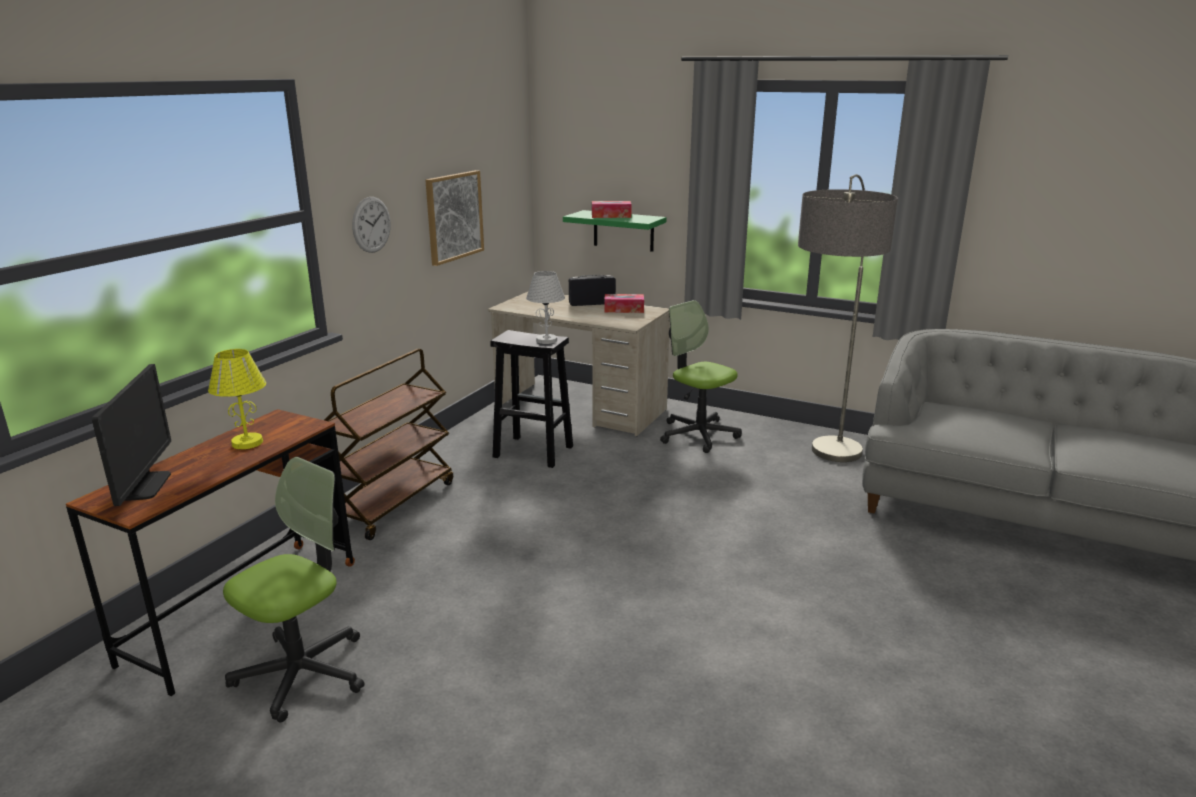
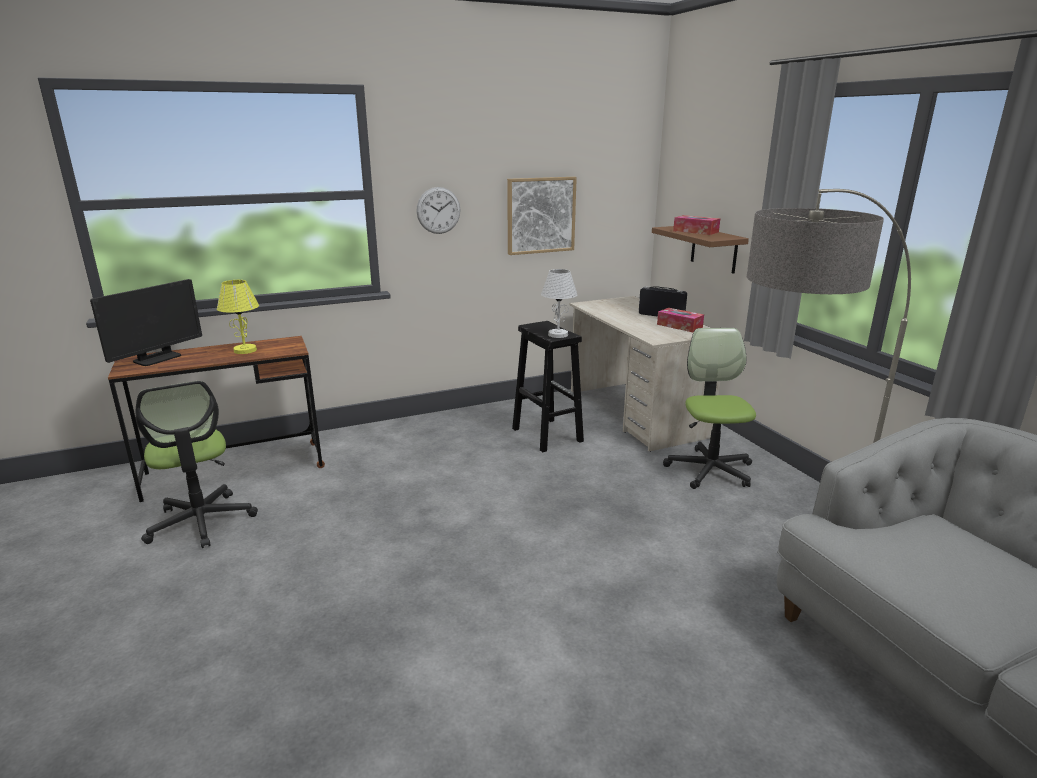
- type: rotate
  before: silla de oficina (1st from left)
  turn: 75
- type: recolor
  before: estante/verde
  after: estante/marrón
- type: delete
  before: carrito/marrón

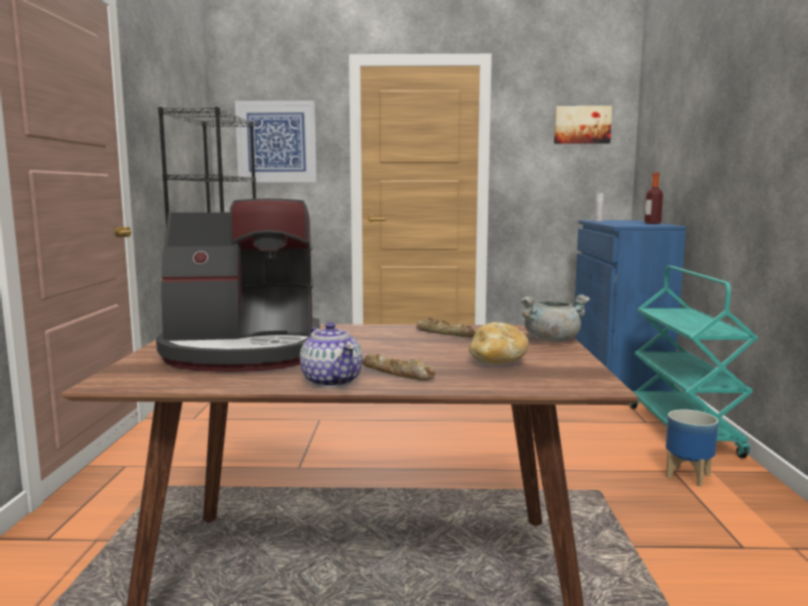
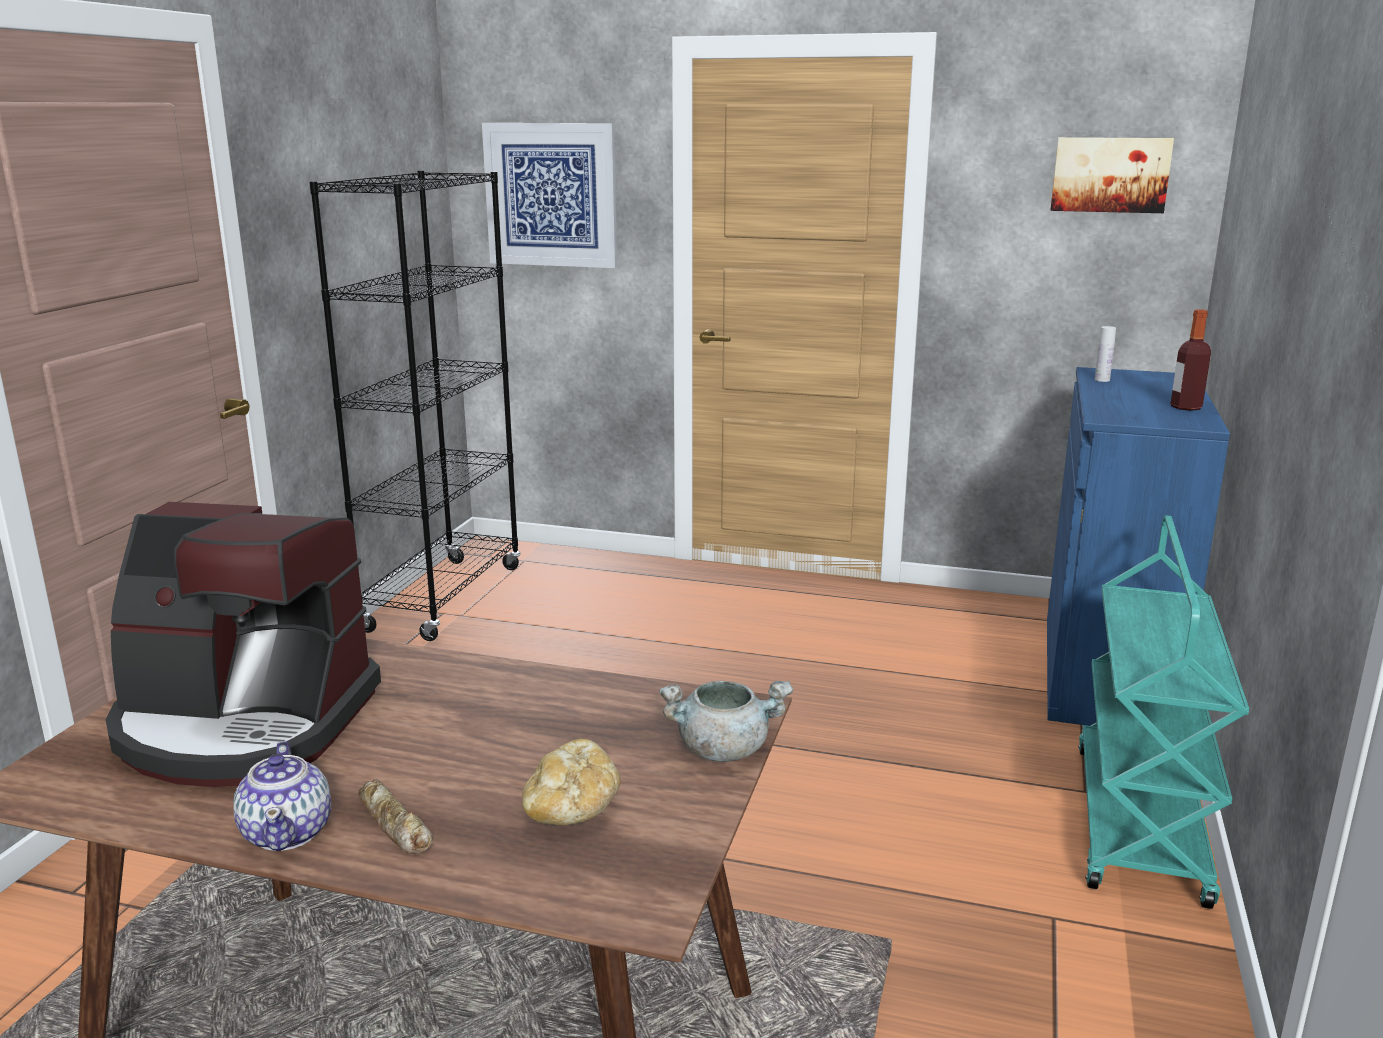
- type: delete
  before: pan (2nd from left)
- type: delete
  before: maceta

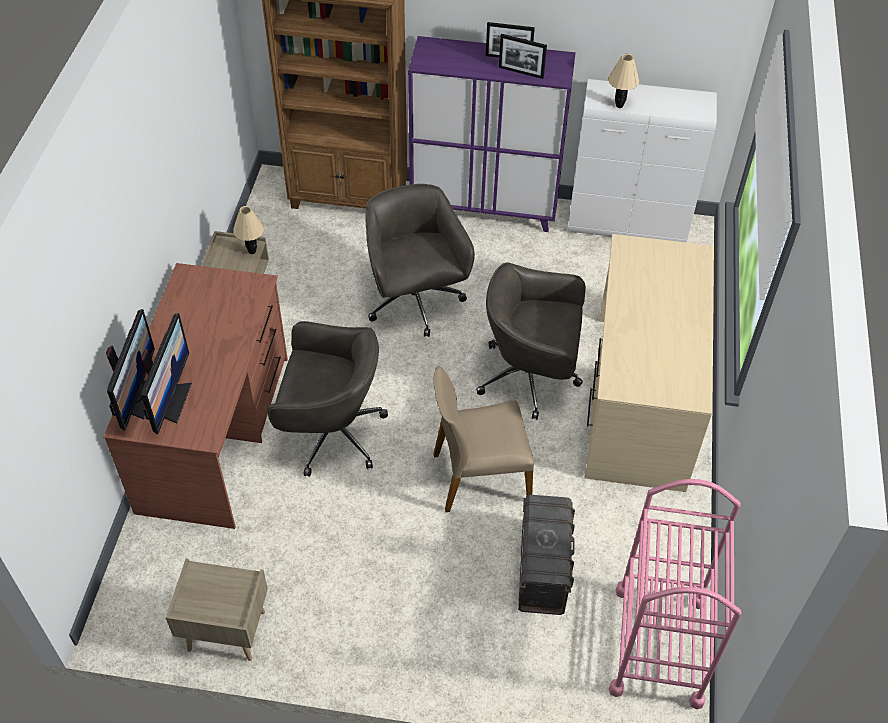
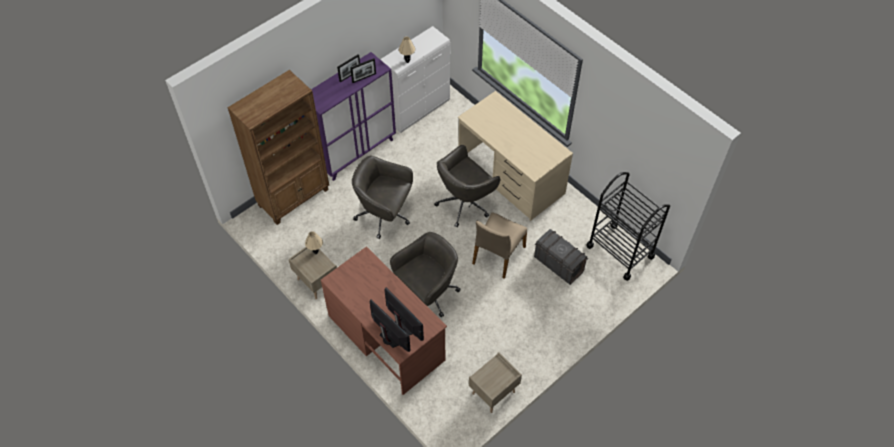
- type: recolor
  before: carrito/rosa
  after: carrito/negro

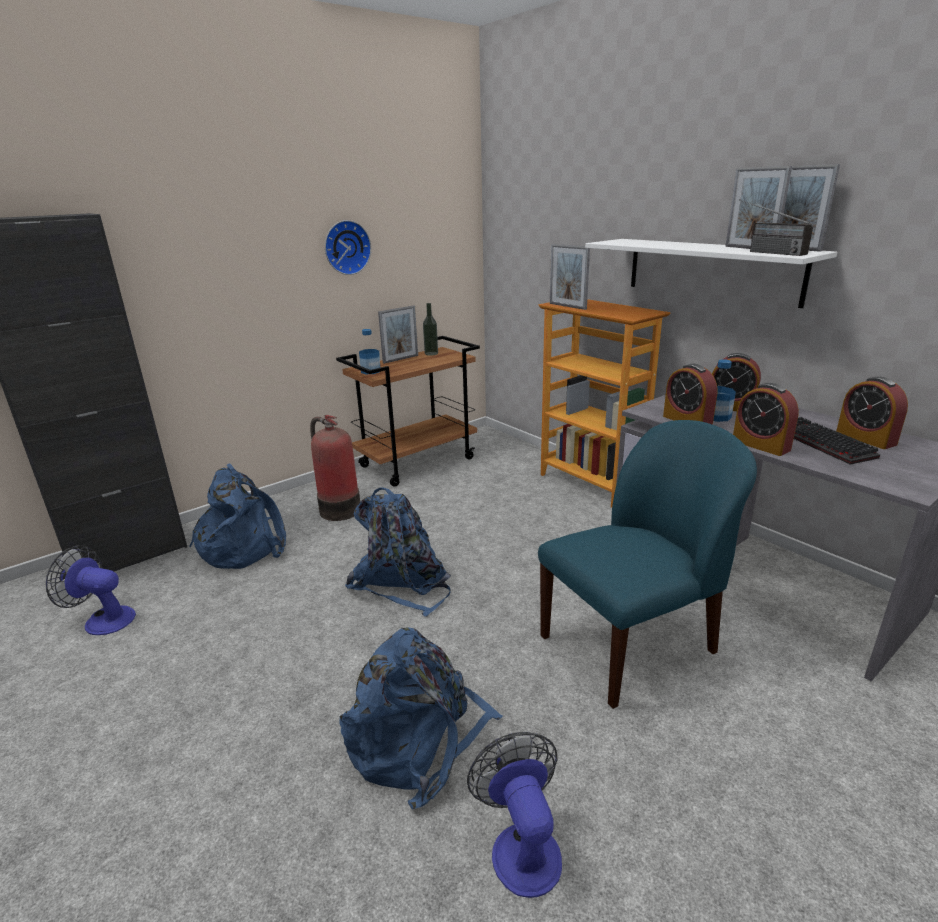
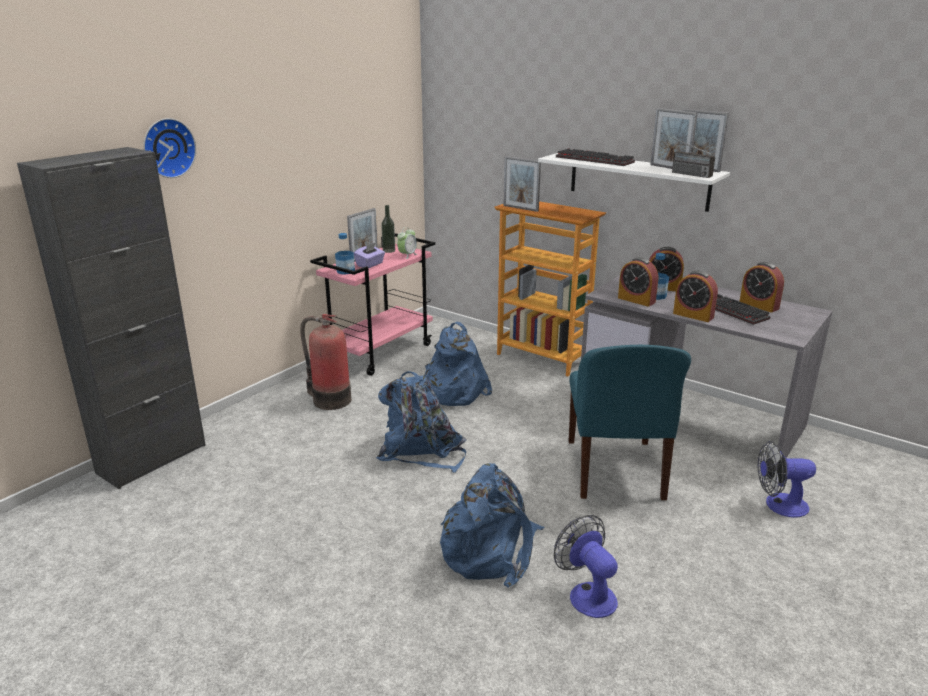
- type: move
  before: reloj de pared
- type: recolor
  before: carrito/marrón
  after: carrito/rosa
- type: insert
  after: caja de pañuelos/morado
- type: insert
  after: despertador (1st from left)
- type: move
  before: mochila/azul (1st from left in the first image)
  after: mochila/azul (2nd from left)
- type: insert
  after: teclado (1st from left)
- type: rotate
  before: silla/azul
  turn: 135
- type: move
  before: ventilador (1st from left in the first image)
  after: ventilador (2nd from left)

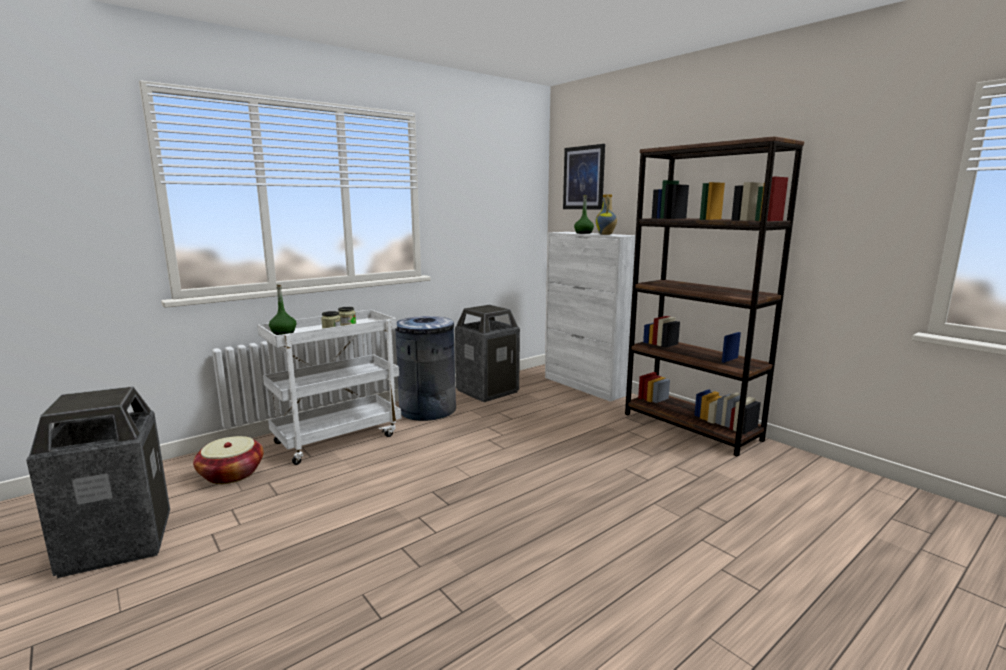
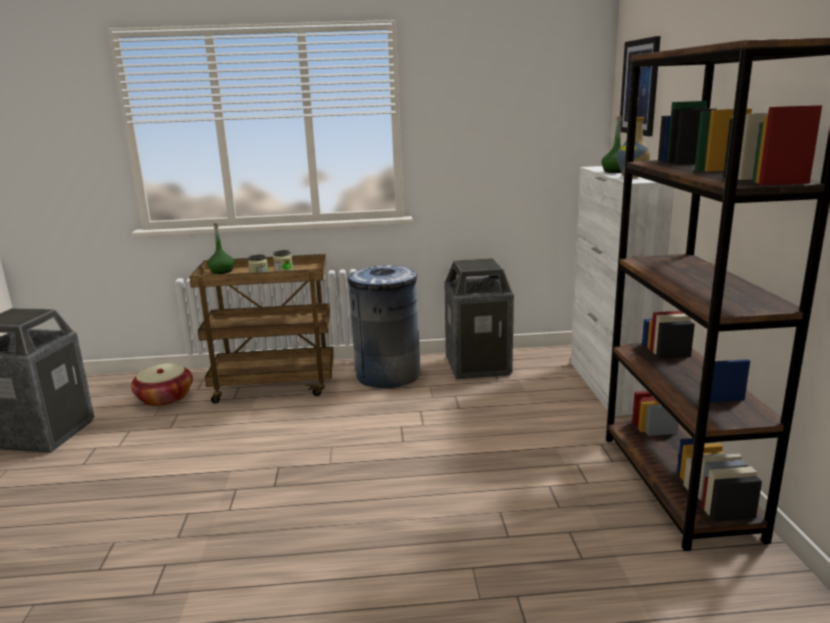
- type: recolor
  before: carrito/blanco
  after: carrito/marrón

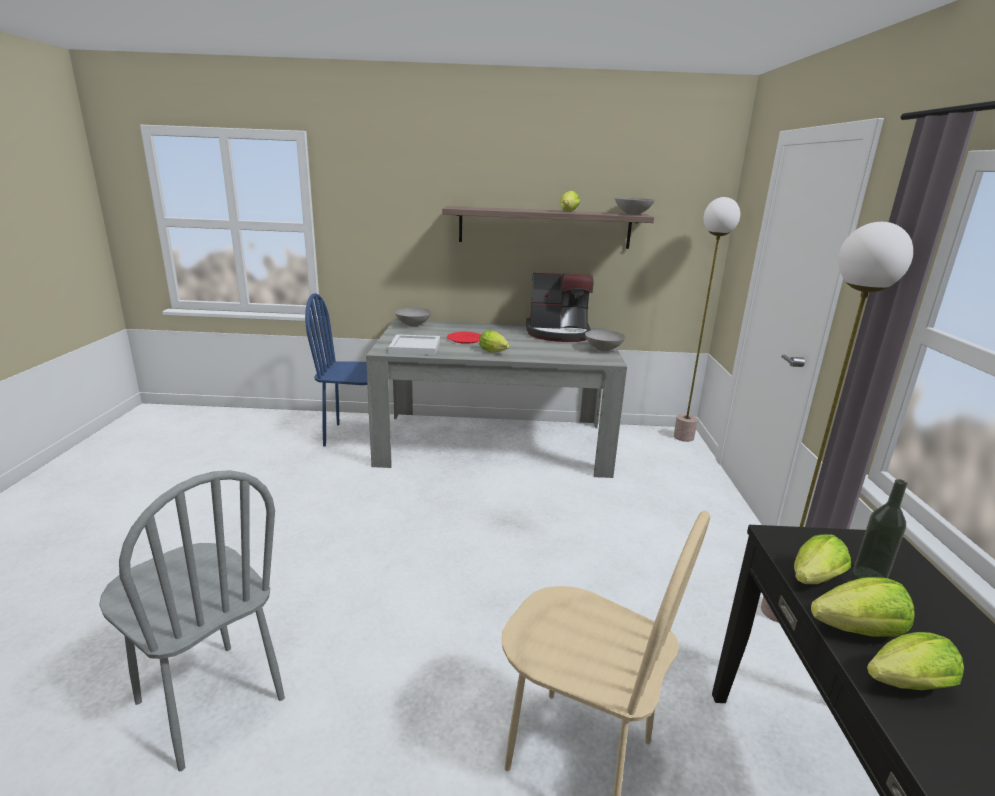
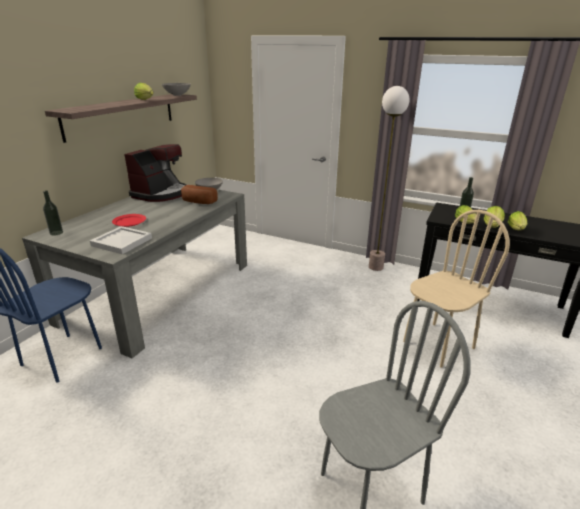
- type: replace
  before: cuenco/gris (1st from left)
  after: botella (1st from left)
- type: insert
  after: pan
- type: delete
  before: lechuga (1st from left)
- type: delete
  before: lámpara de pie (1st from left)

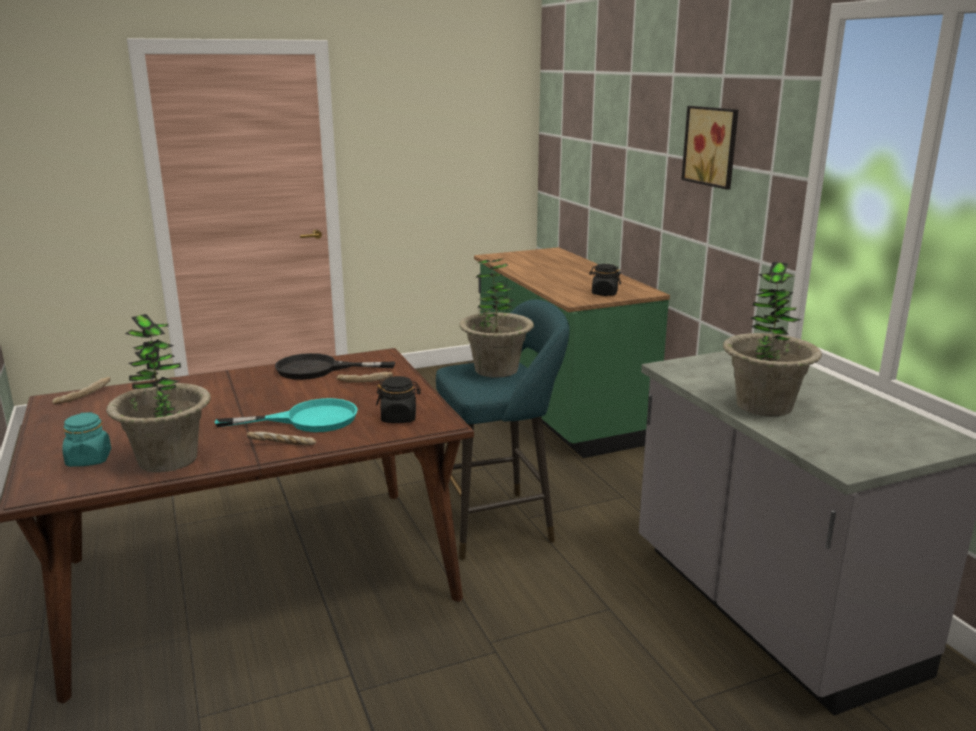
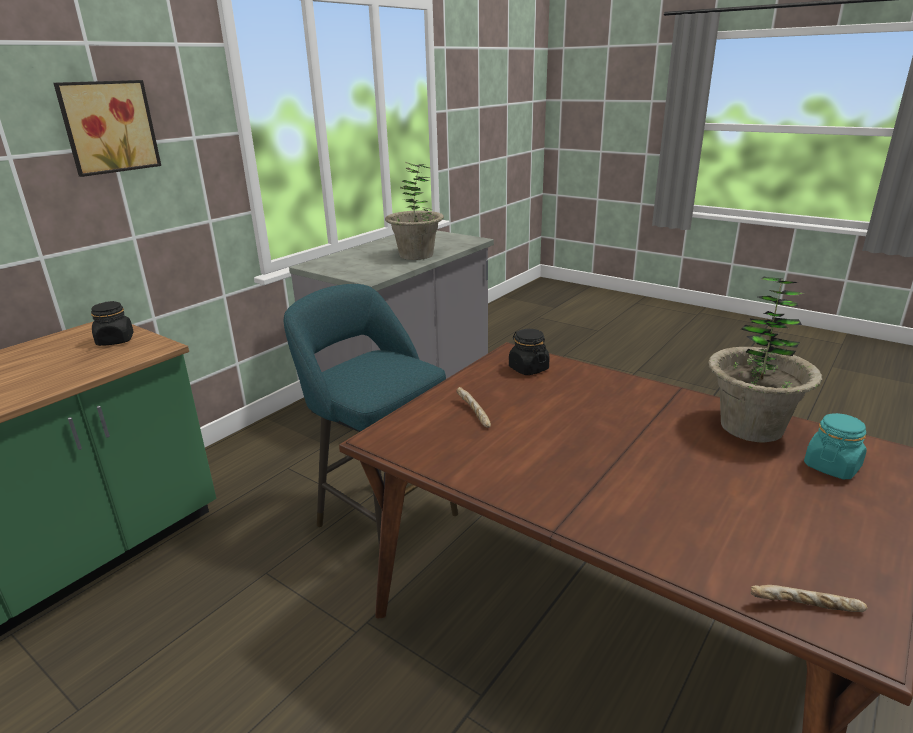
- type: delete
  before: sartén/turquesa
- type: delete
  before: pan (2nd from left)
- type: delete
  before: sartén/negro
- type: delete
  before: planta en maceta (2nd from left)

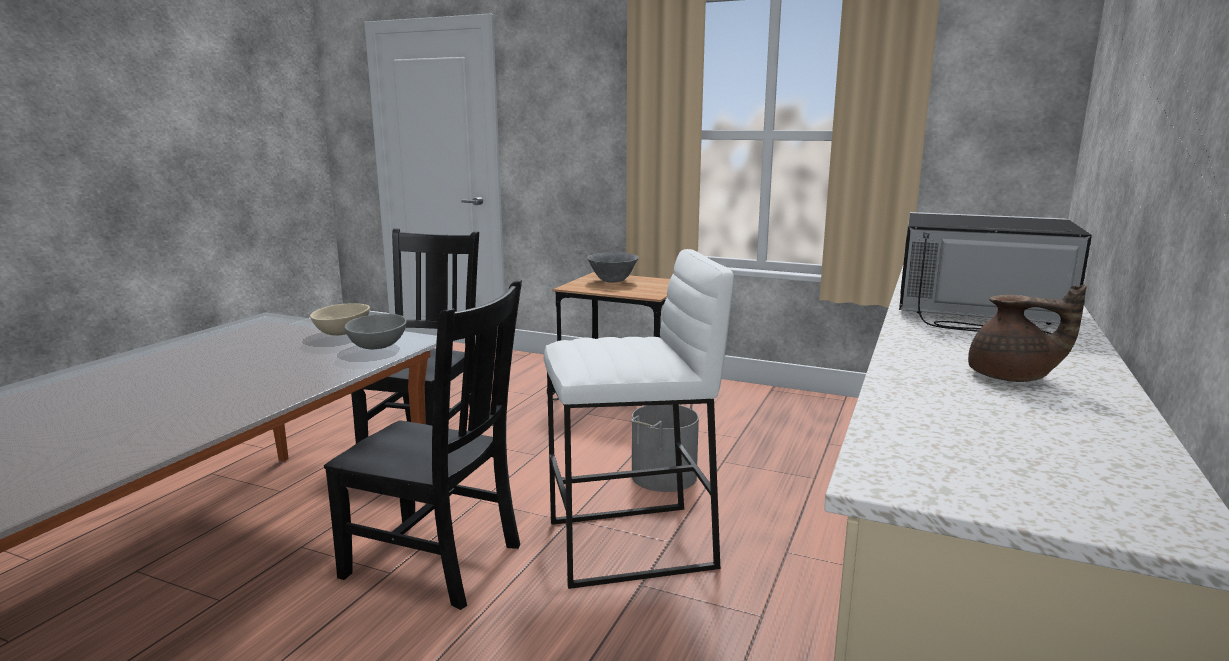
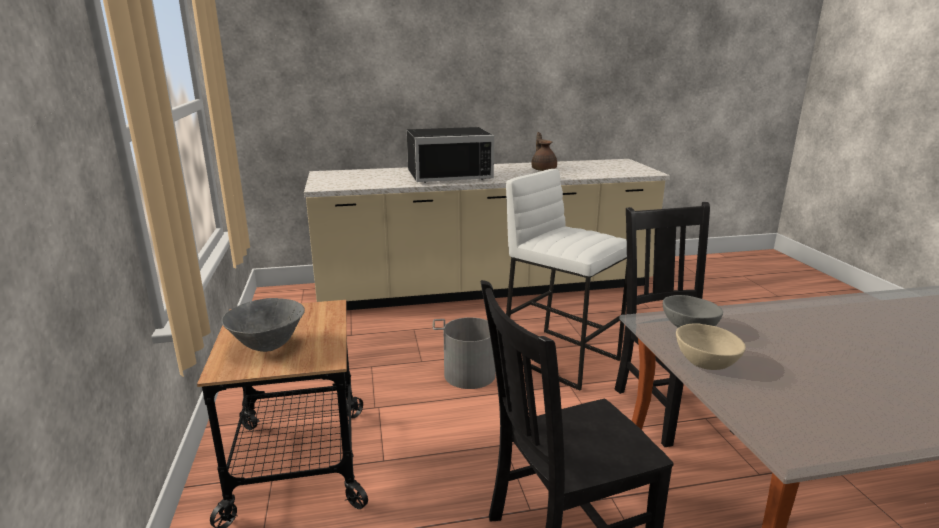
- type: rotate
  before: microondas/negro
  turn: -90

